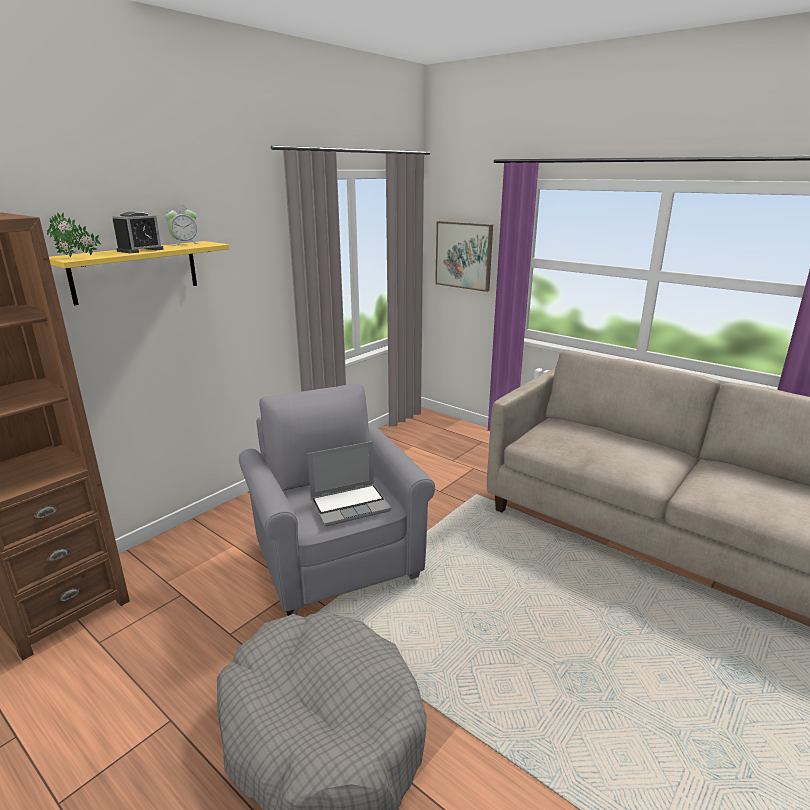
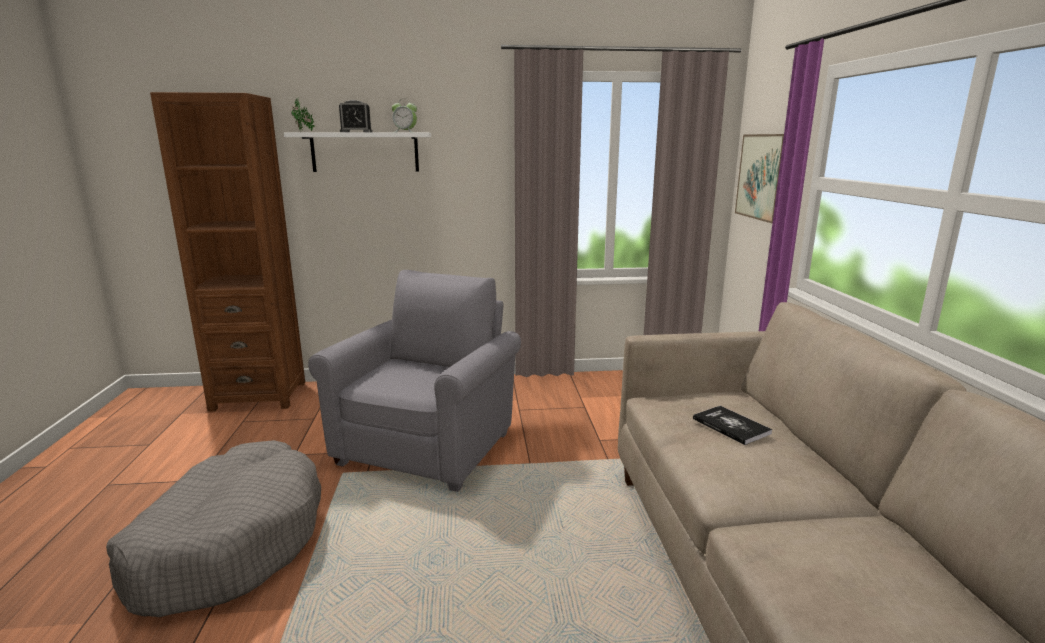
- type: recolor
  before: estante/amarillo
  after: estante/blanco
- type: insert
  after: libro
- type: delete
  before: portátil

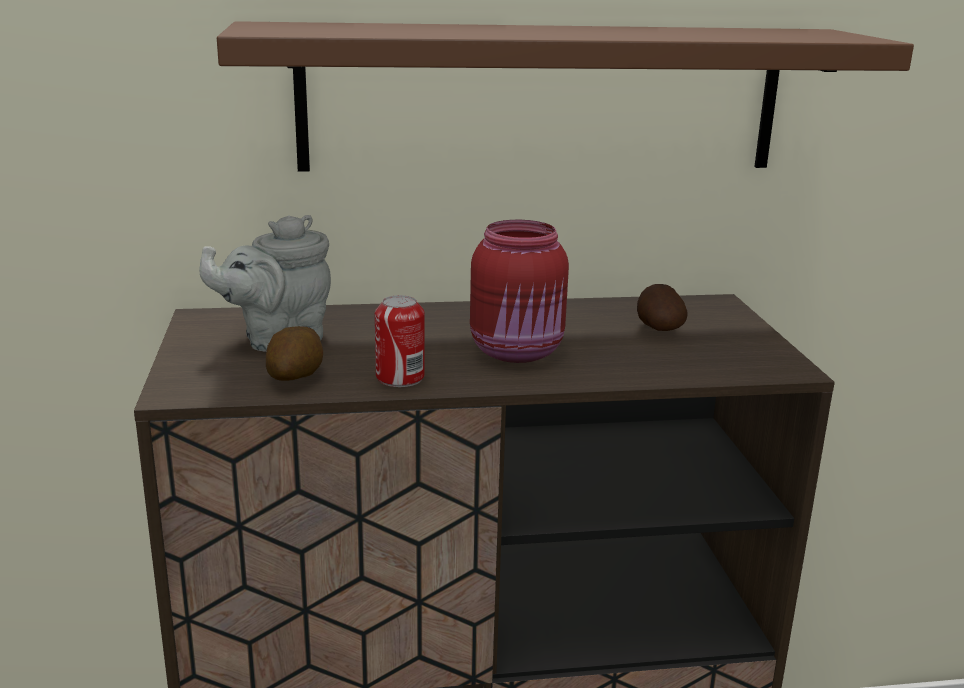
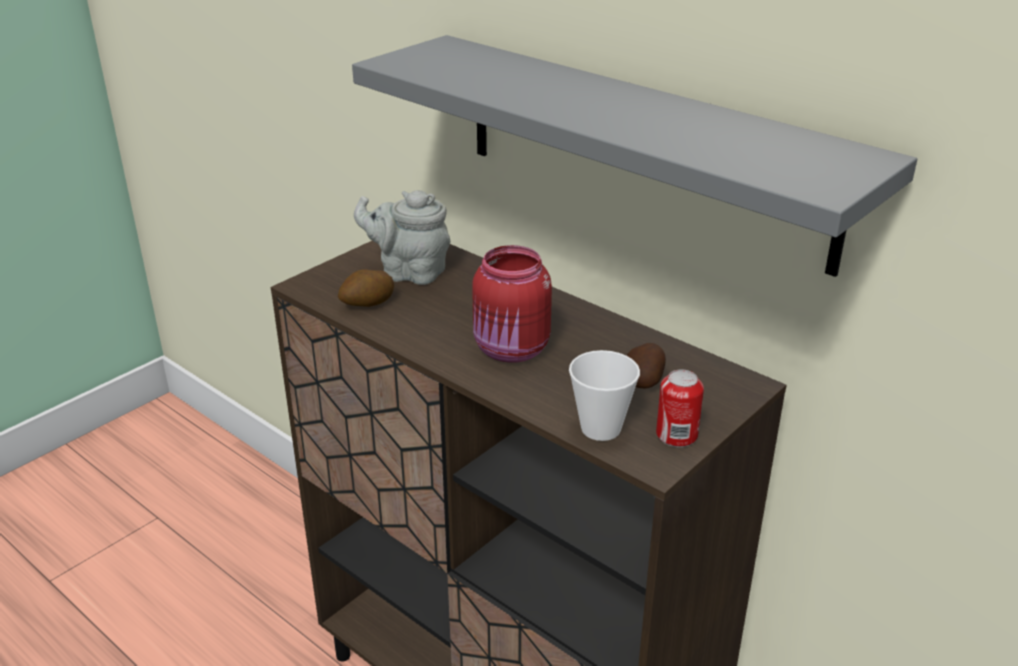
- type: recolor
  before: estante/marrón
  after: estante/gris
- type: insert
  after: taza
- type: move
  before: lata

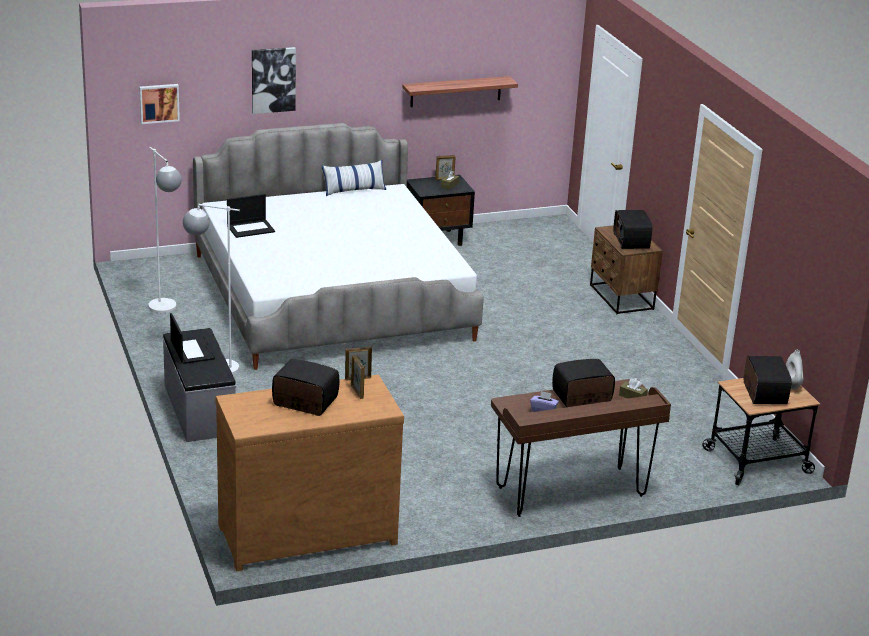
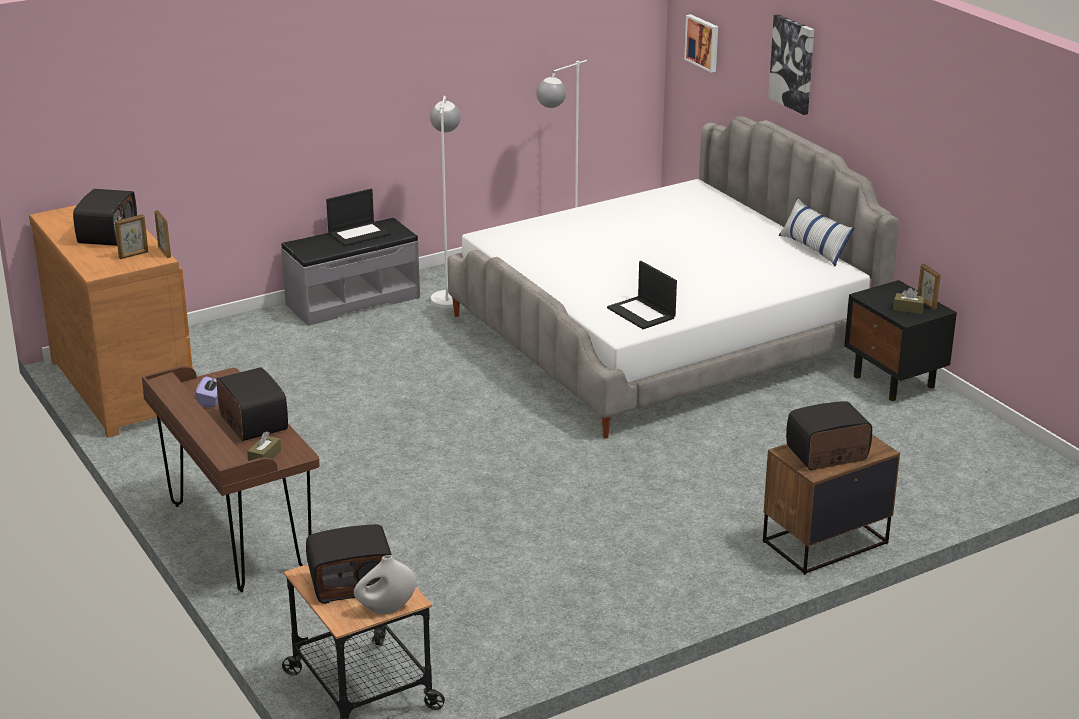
- type: move
  before: portátil (2nd from left)
- type: delete
  before: estante

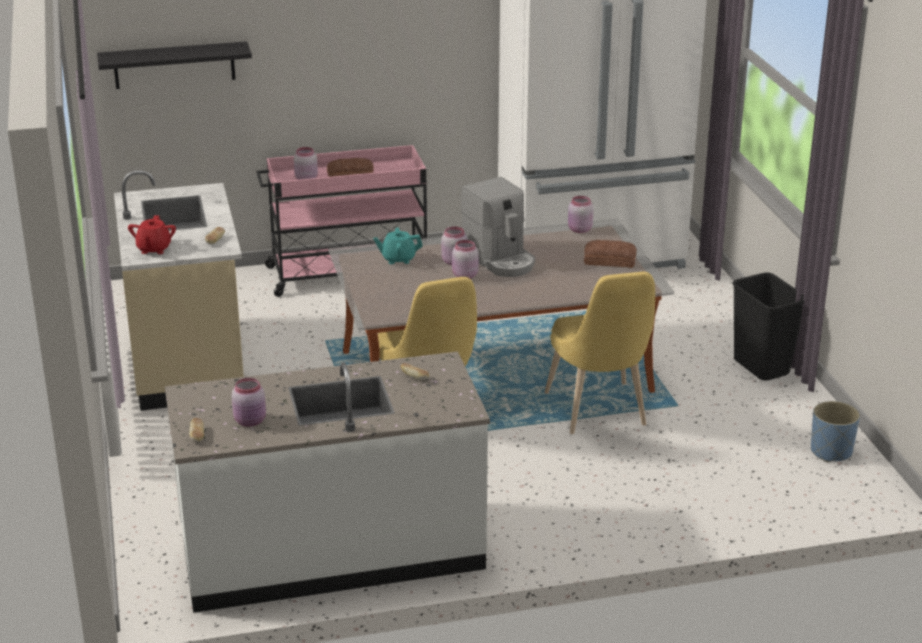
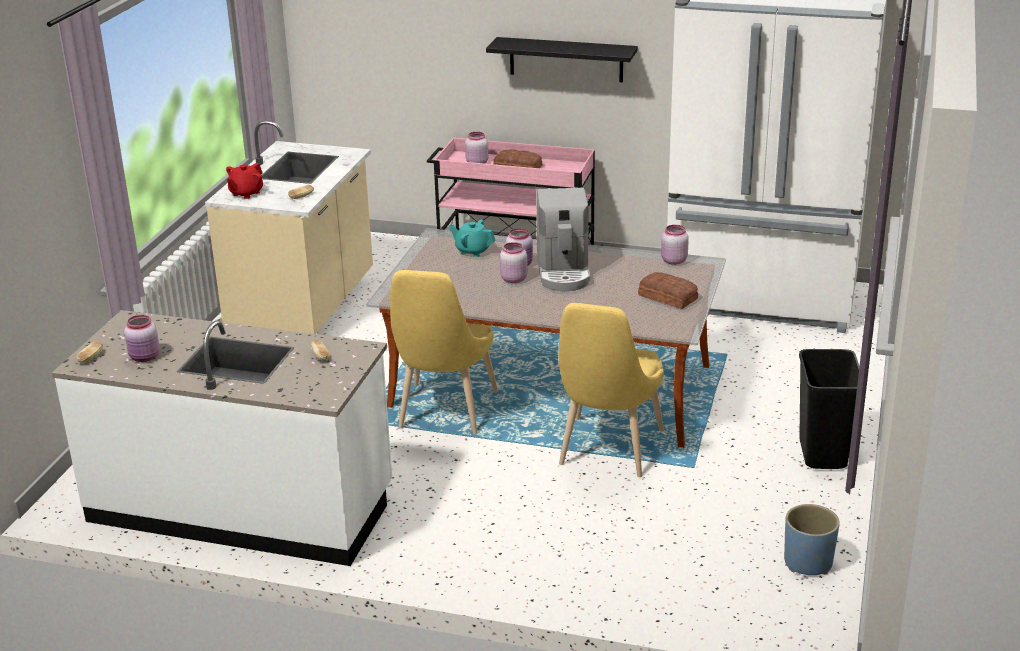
- type: move
  before: estante/negro

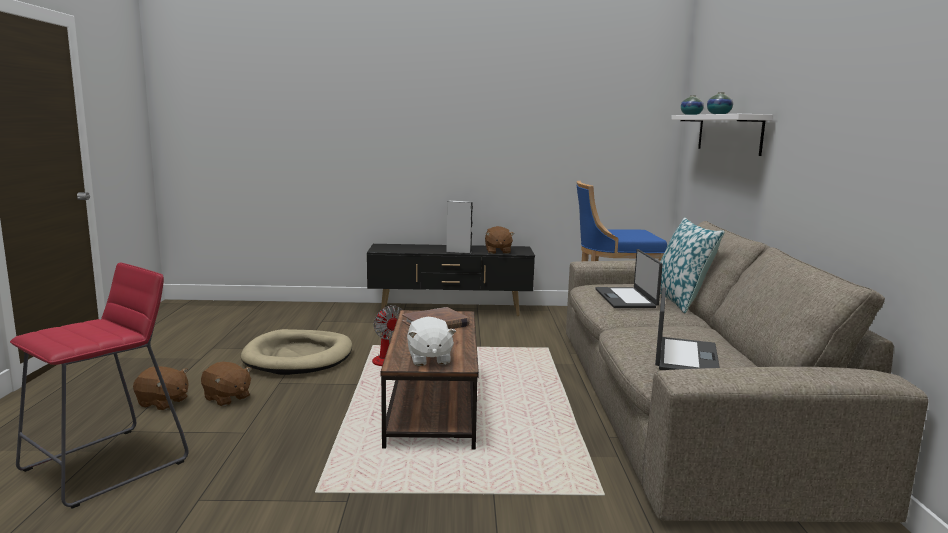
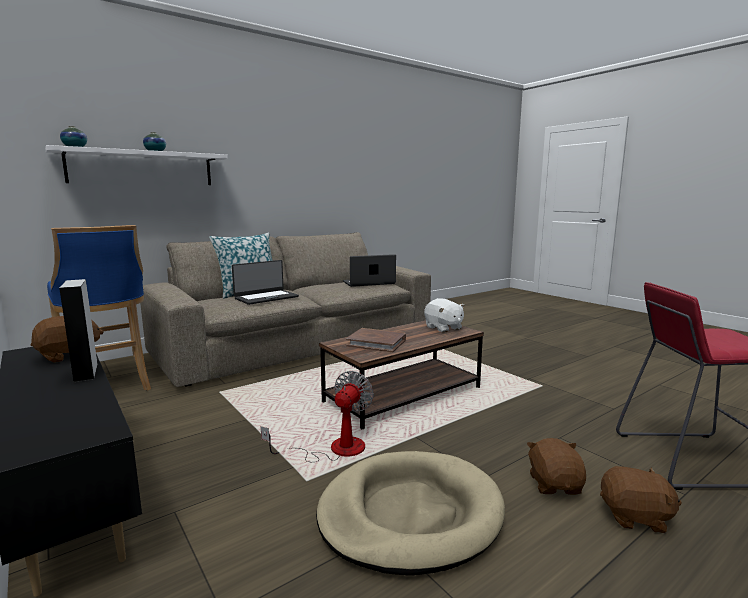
- type: rotate
  before: peluche/blanco
  turn: 105
- type: rotate
  before: peluche/marrón (1st from left in the first image)
  turn: 120

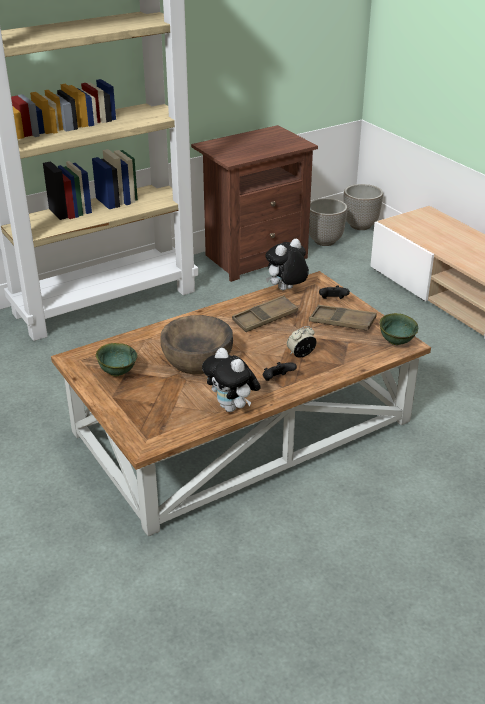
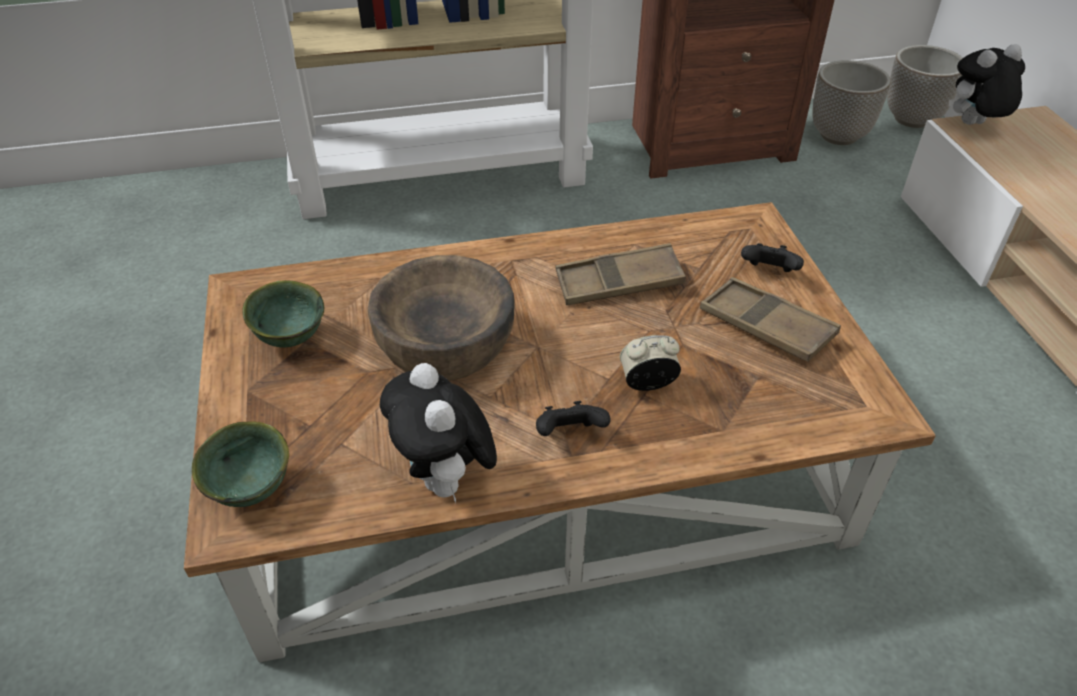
- type: move
  before: cuenco/verde (2nd from left in the first image)
  after: cuenco/verde (1st from left)
- type: move
  before: peluche (2nd from left)

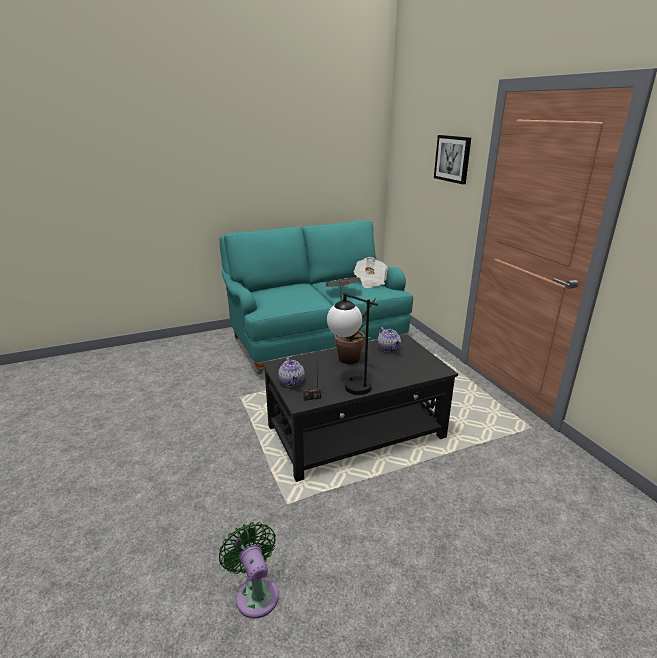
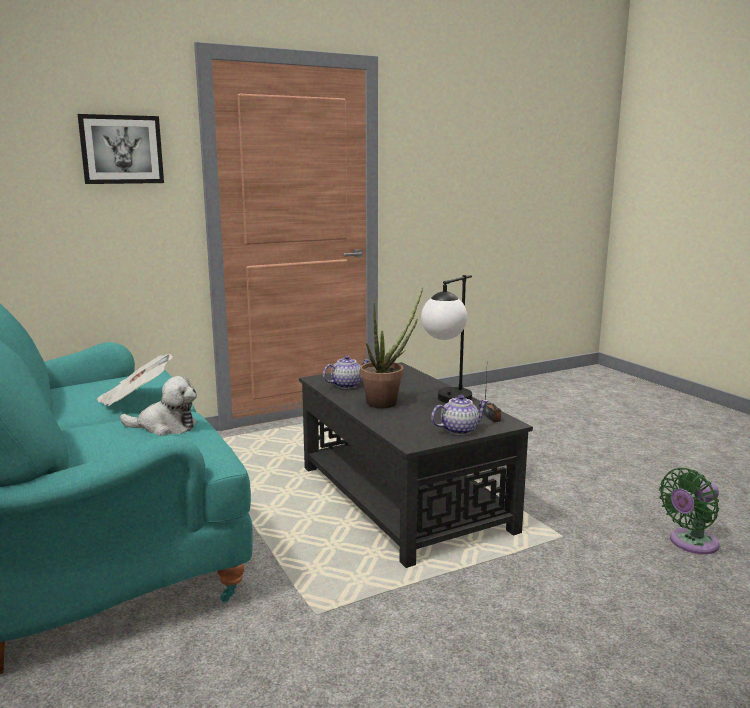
- type: insert
  after: peluche
- type: delete
  before: periódico (2nd from left)

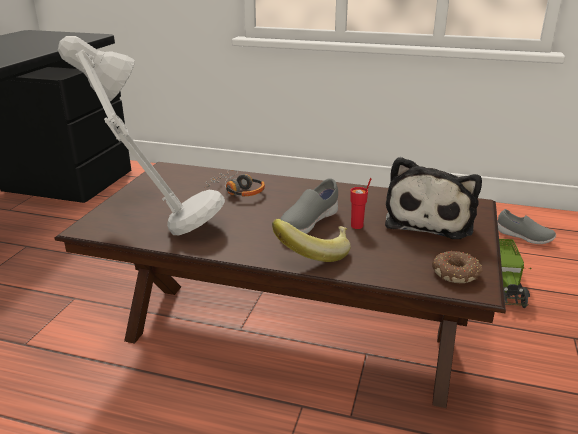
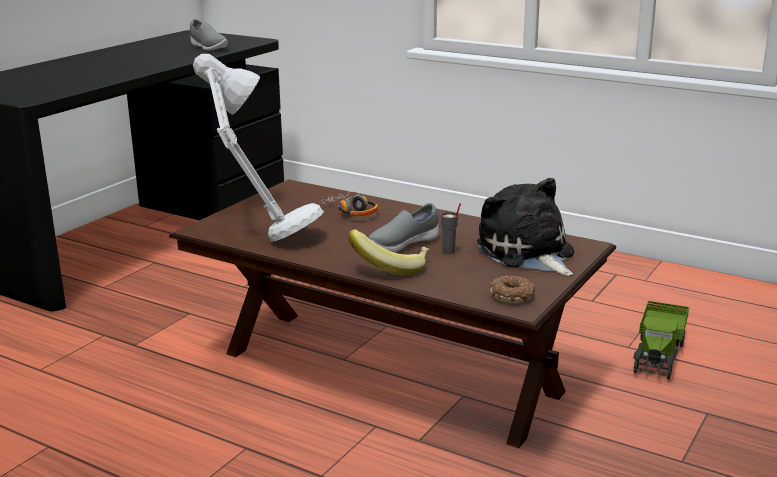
- type: move
  before: zapato/gris (2nd from left in the first image)
  after: zapato/gris (1st from left)
- type: recolor
  before: taza/rojo
  after: taza/gris
- type: rotate
  before: peluche
  turn: 120

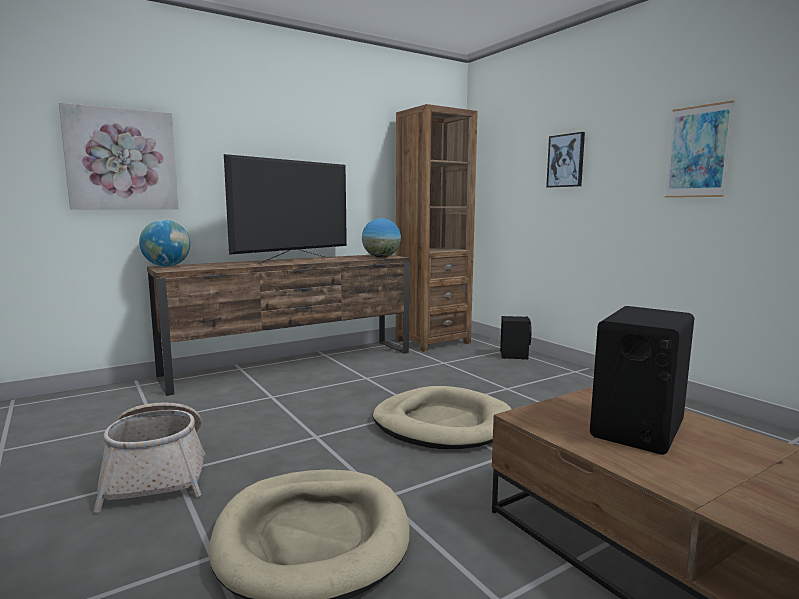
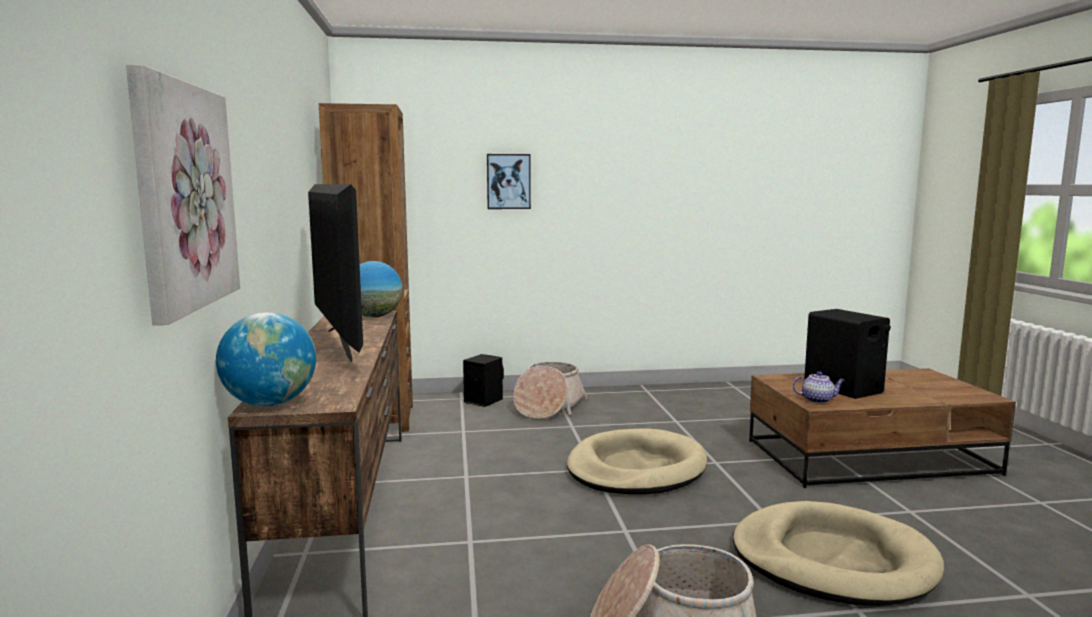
- type: insert
  after: cesta (1st from left)
- type: insert
  after: tetera
- type: delete
  before: cuadro (3rd from left)

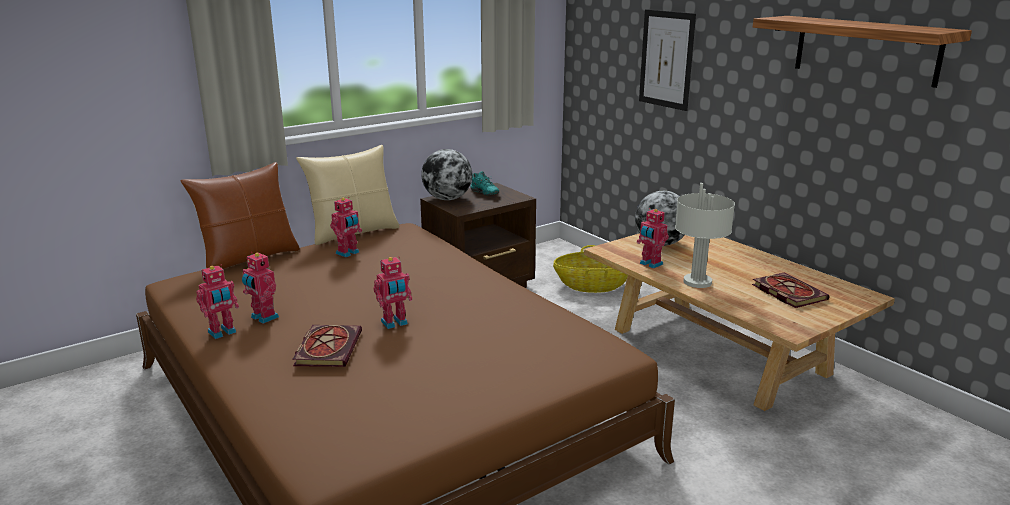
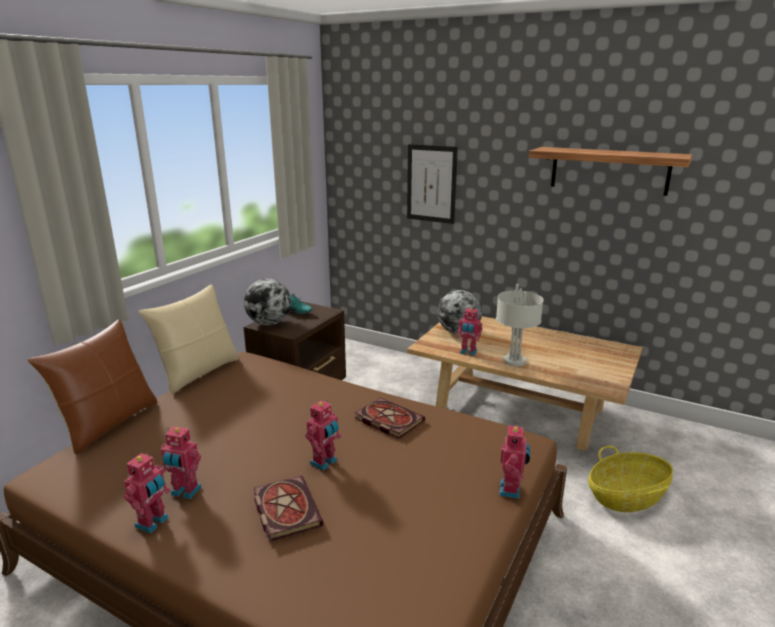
- type: move
  before: libro (2nd from left)
- type: move
  before: robot de juguete (3rd from left in the first image)
  after: robot de juguete (5th from left)
- type: move
  before: cesta

